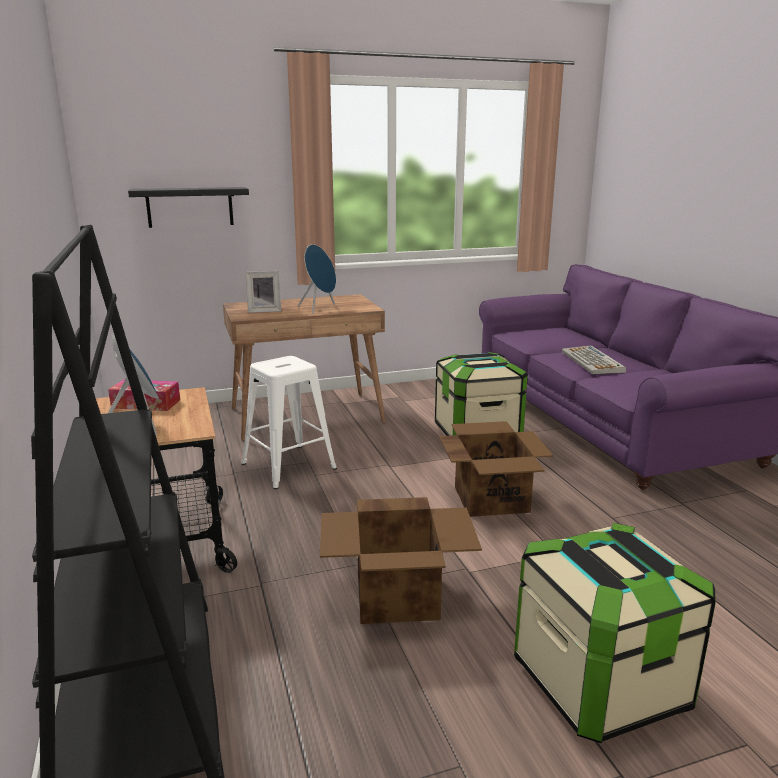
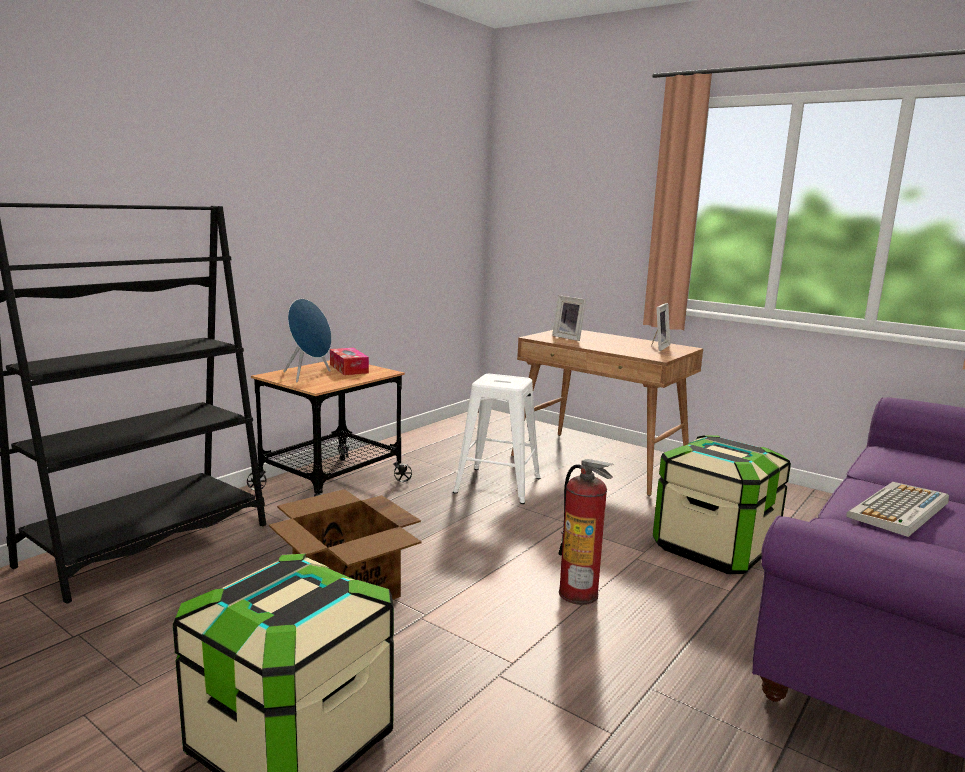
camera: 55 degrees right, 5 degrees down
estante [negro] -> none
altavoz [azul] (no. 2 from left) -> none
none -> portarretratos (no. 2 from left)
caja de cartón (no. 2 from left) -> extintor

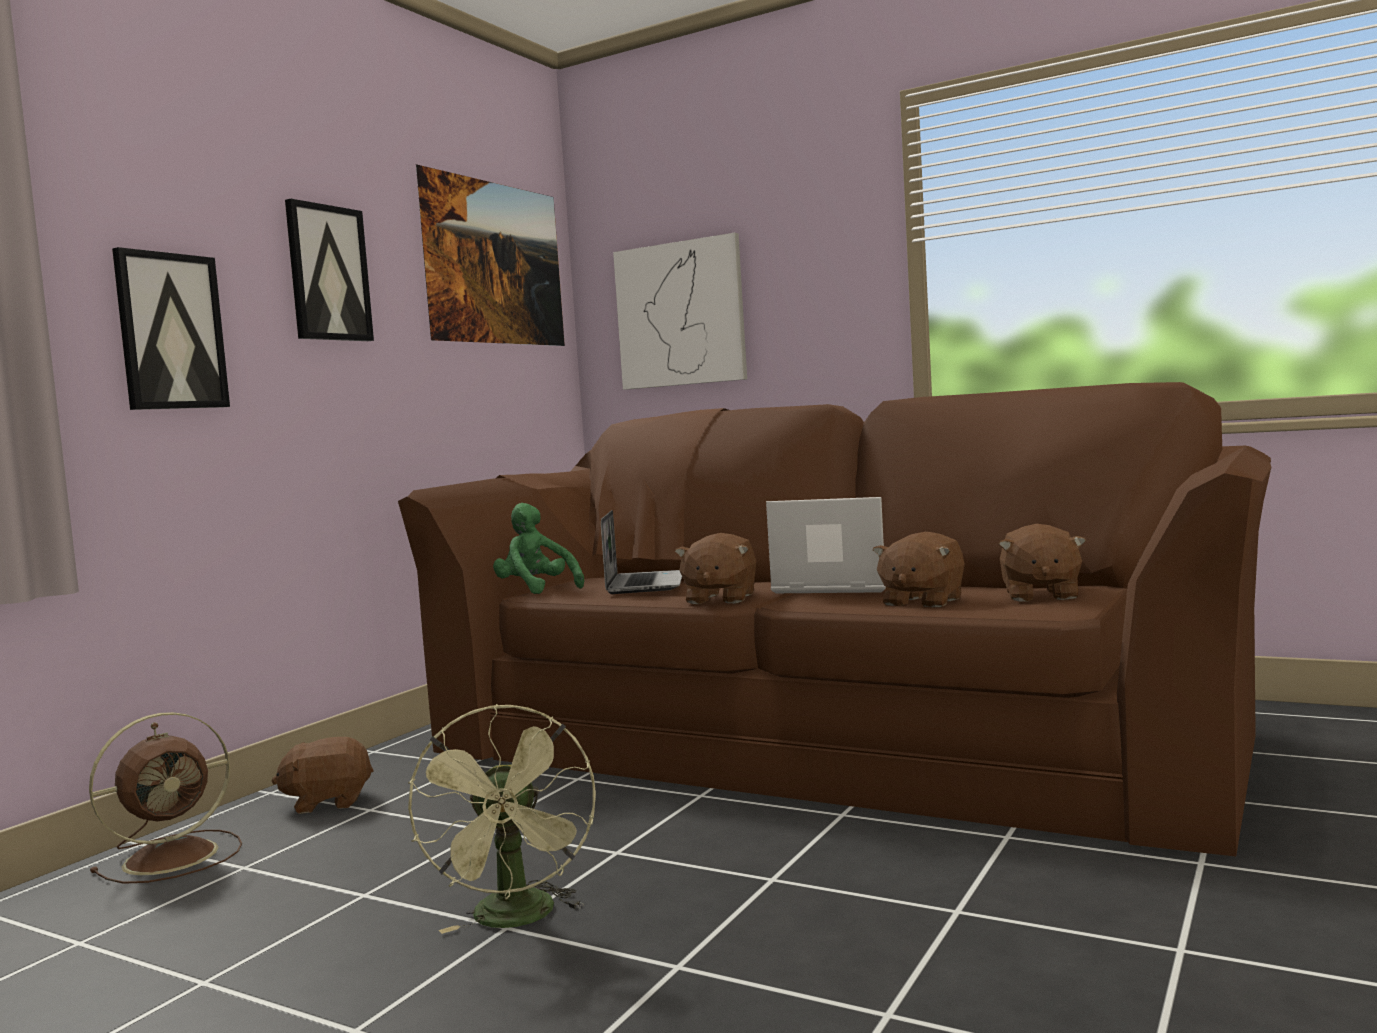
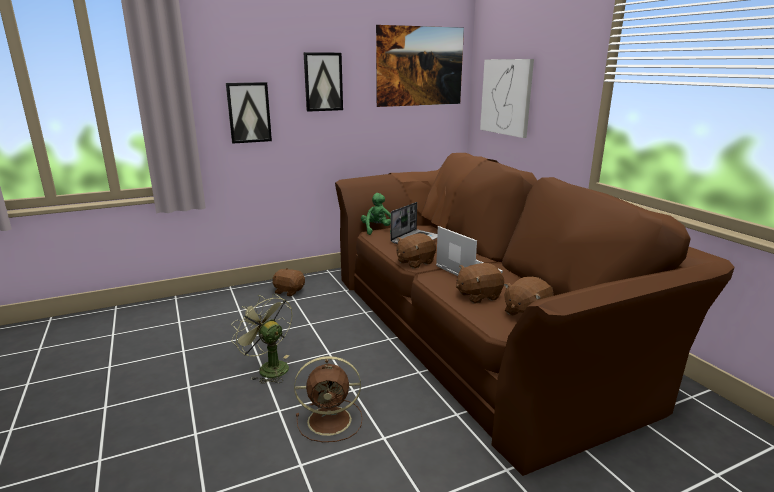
camera: 35 degrees right, 15 degrees up
ventilador [marrón], relocated
ventilador [verde], 105 degrees clockwise

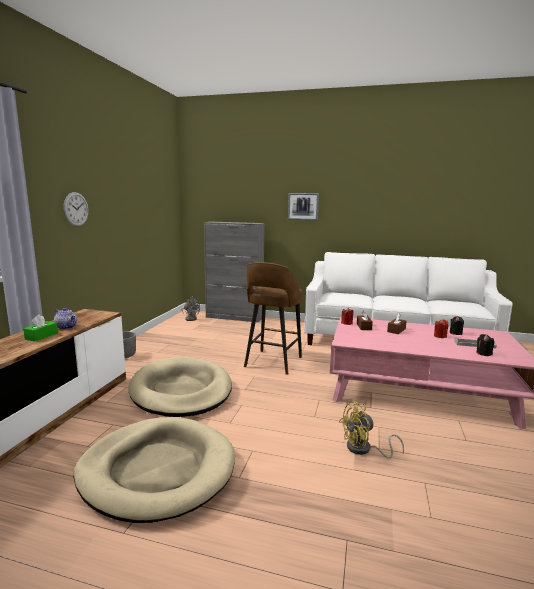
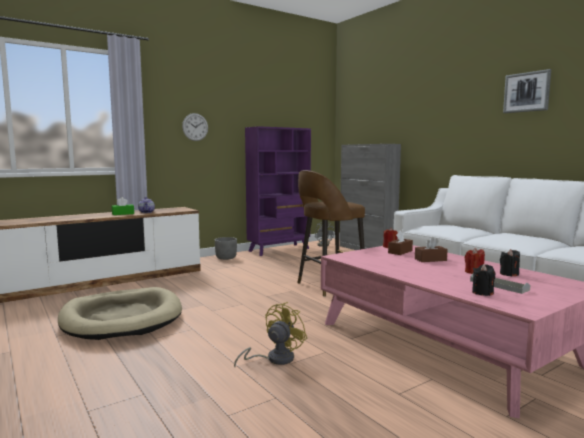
camera: 40 degrees right, 5 degrees down
cama para perro [beis] (no. 2 from left) -> none
none -> estantería [morado]
cuadro, relocated
ventilador [amarillo], 105 degrees clockwise

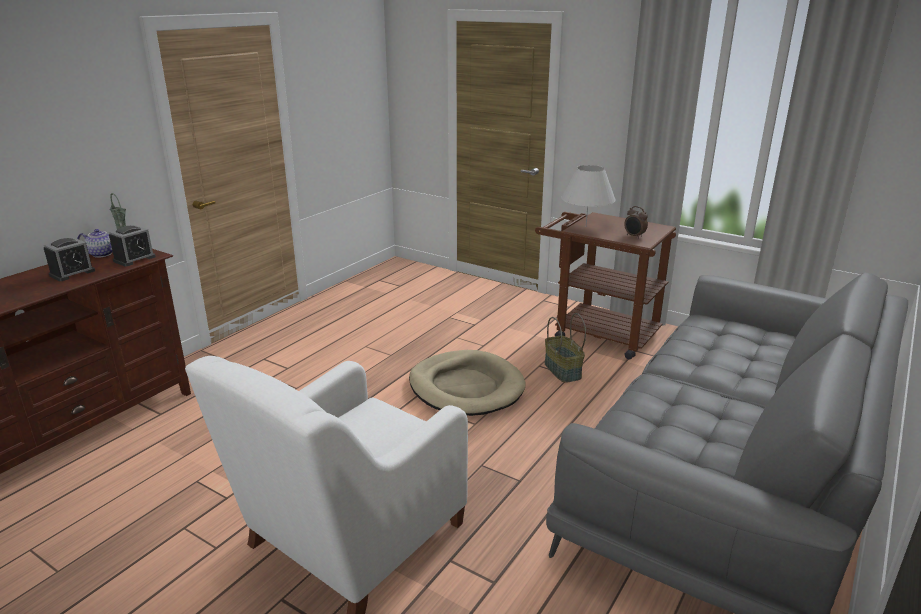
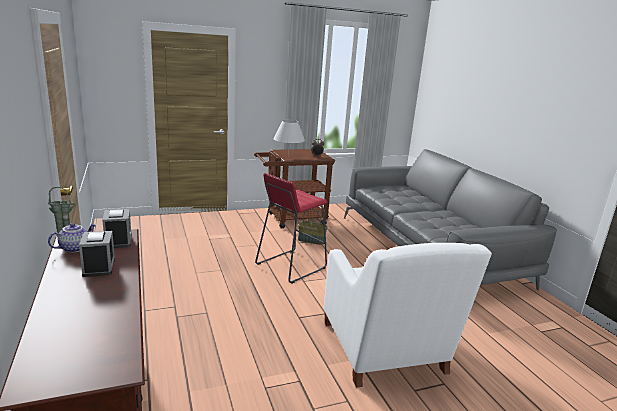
camera: 55 degrees left, 5 degrees down
cama para perro [beis] -> taburete [rojo]

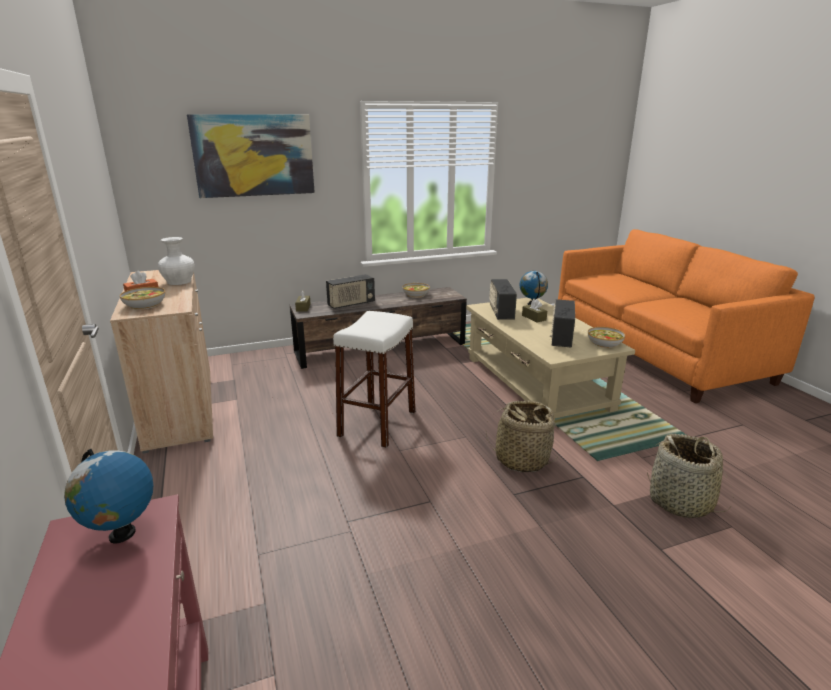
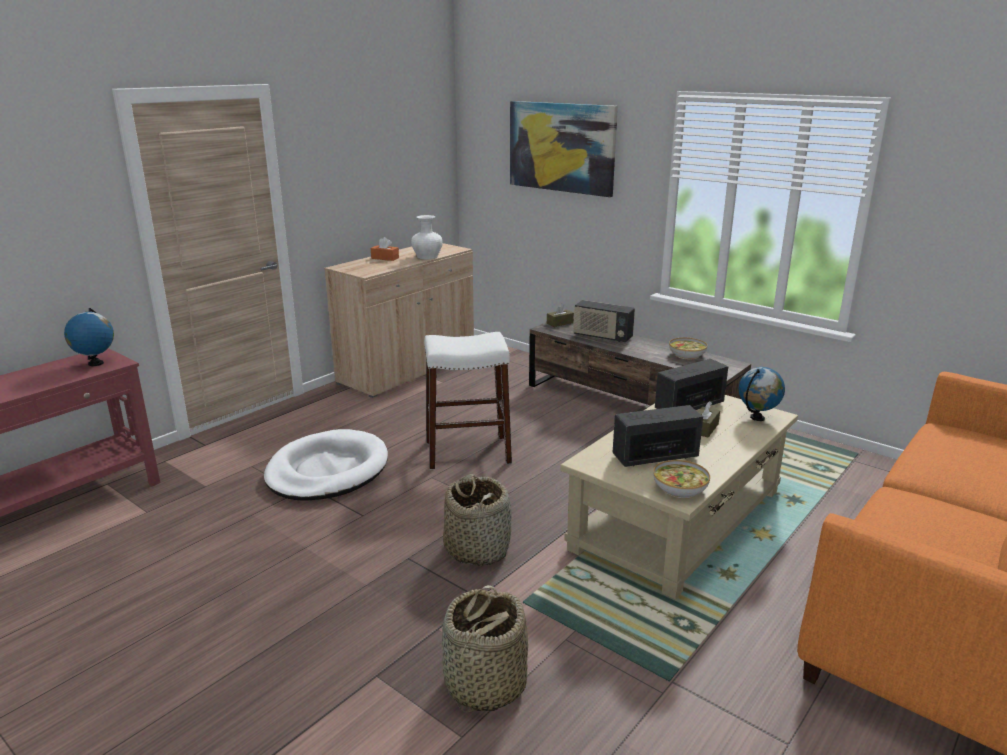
camera: 60 degrees right, 0 degrees up
cuenco (no. 1 from left) -> none
none -> cama para perro [blanco]

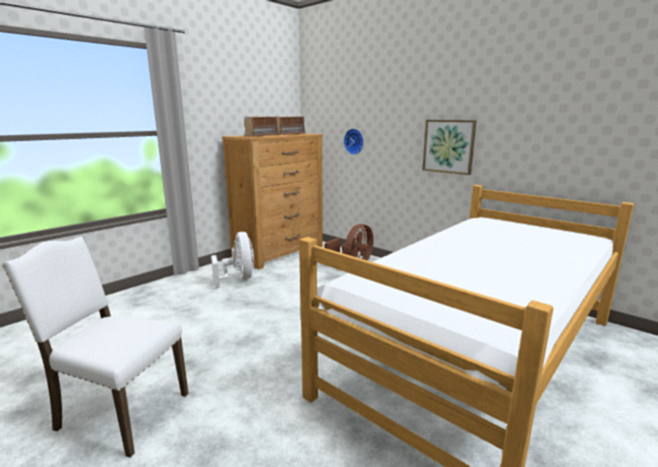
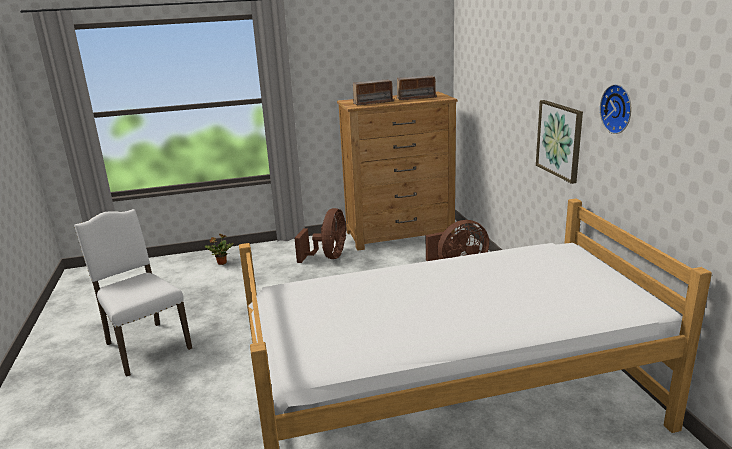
camera: 35 degrees right, 5 degrees up
none -> planta en maceta
reloj de pared, relocated
ventilador [blanco] -> ventilador [marrón] (no. 1 from left)

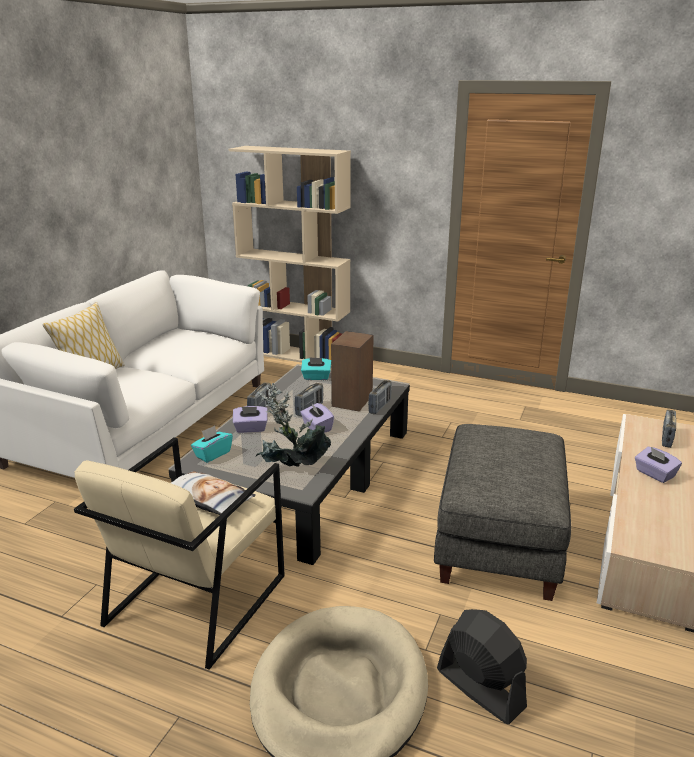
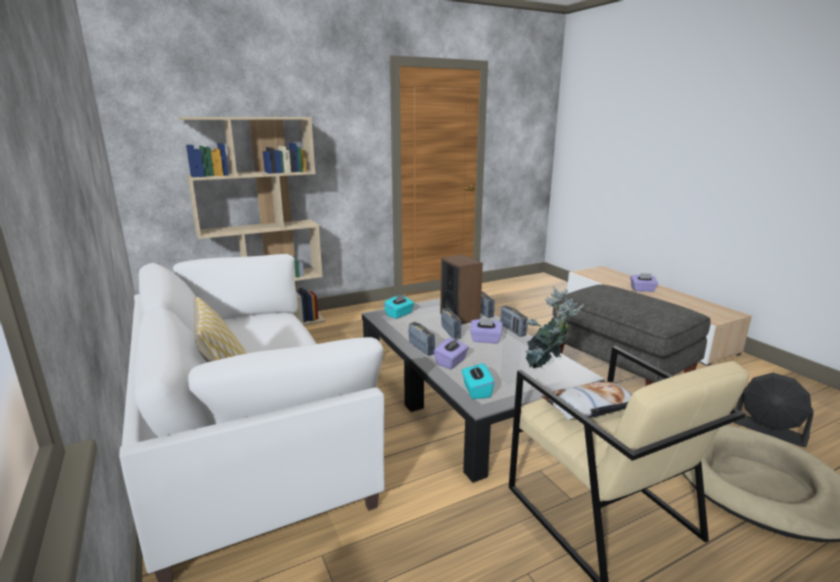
camera: 50 degrees left, 5 degrees down
radio (no. 4 from left), relocated
ventilador [negro], 135 degrees counterclockwise

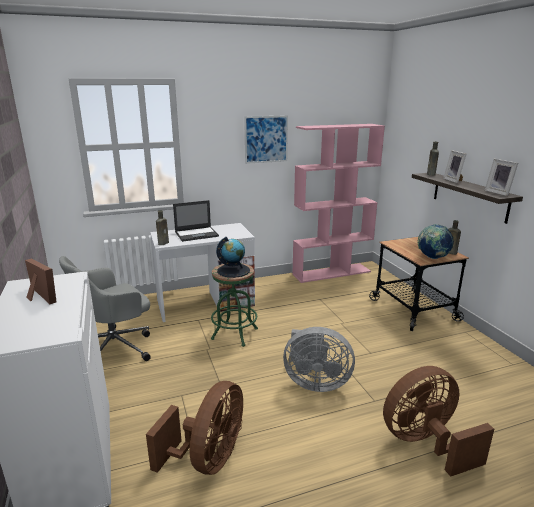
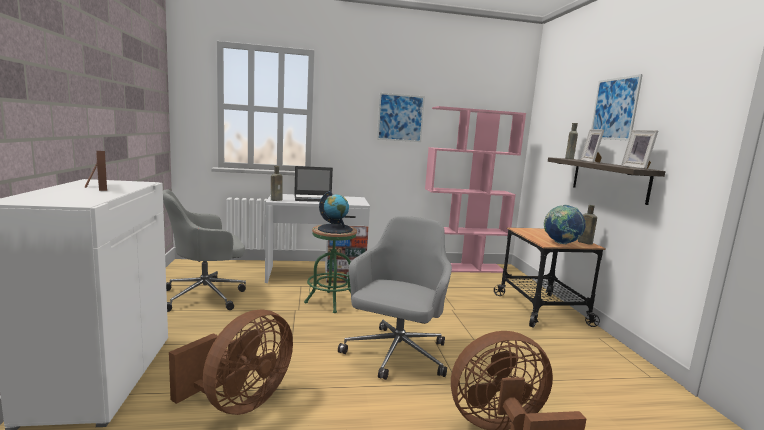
camera: 10 degrees right, 10 degrees down
none -> cuadro (no. 2 from left)
ventilador [gris] -> silla de oficina [gris] (no. 2 from left)

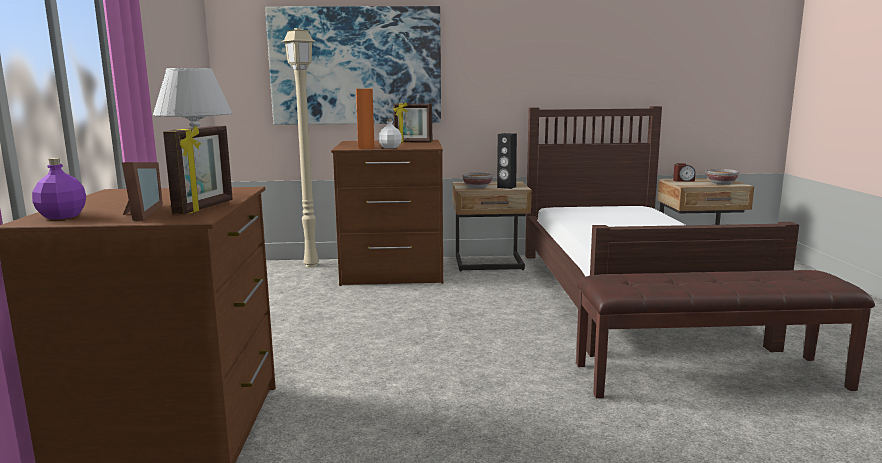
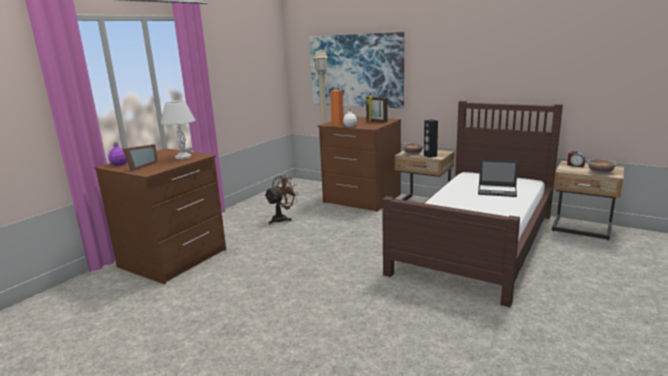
camera: 35 degrees right, 5 degrees up
portarretratos (no. 2 from left) -> none
banco [marrón] -> none
none -> ventilador [marrón]
none -> portátil

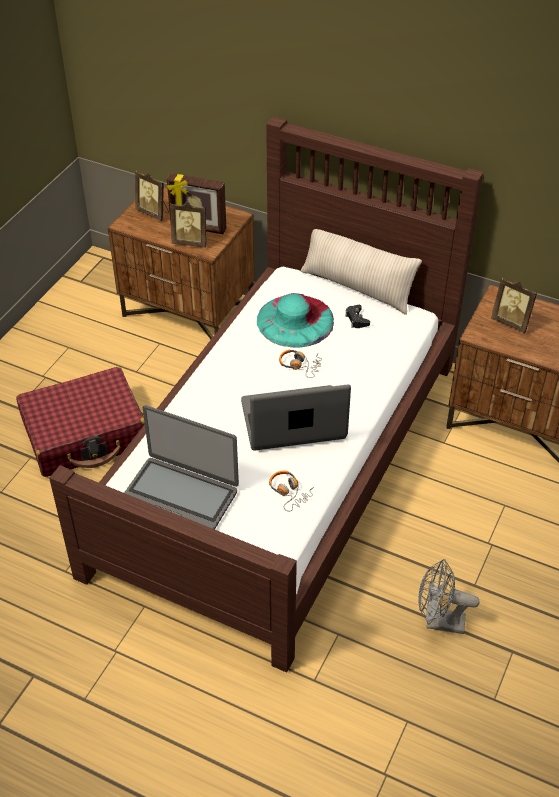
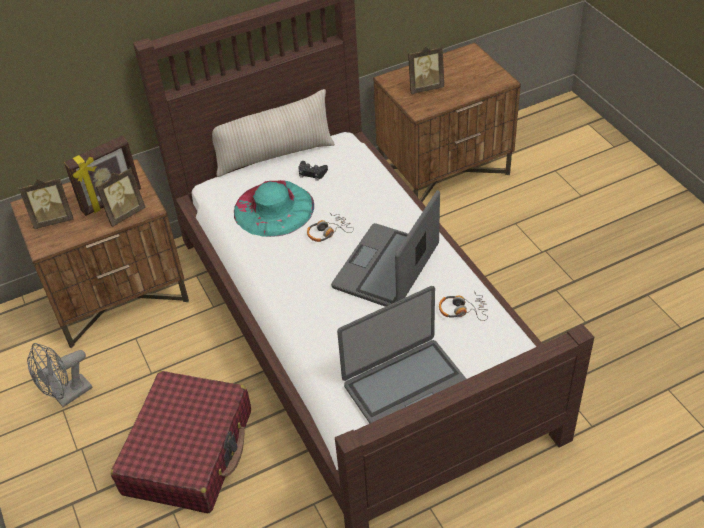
camera: 50 degrees left, 0 degrees up
ventilador [gris], relocated

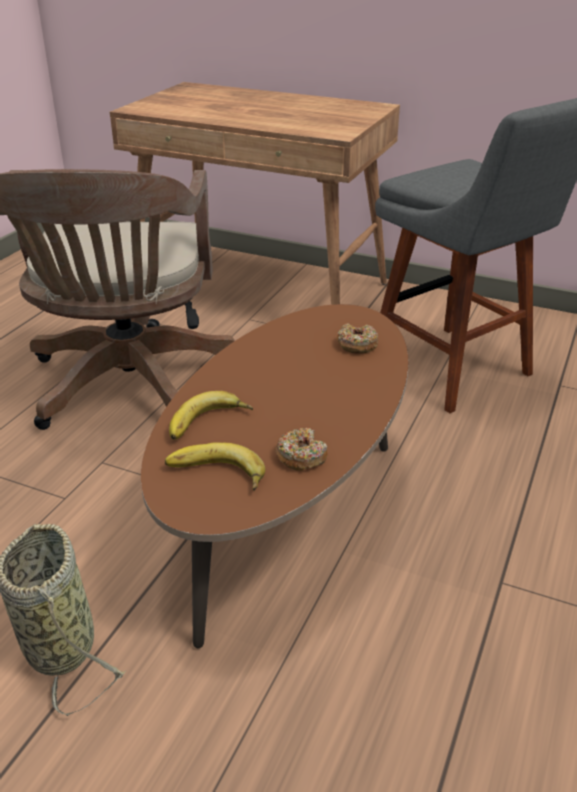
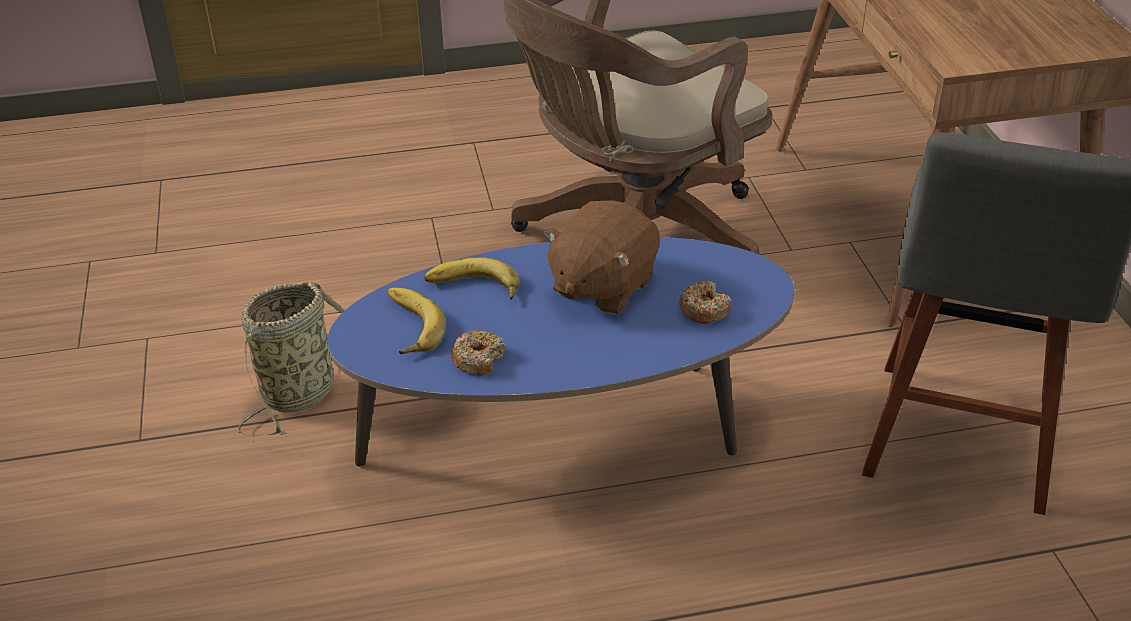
camera: 55 degrees right, 5 degrees up
none -> peluche [marrón]
mesa de centro [marrón] -> mesa de centro [azul]

